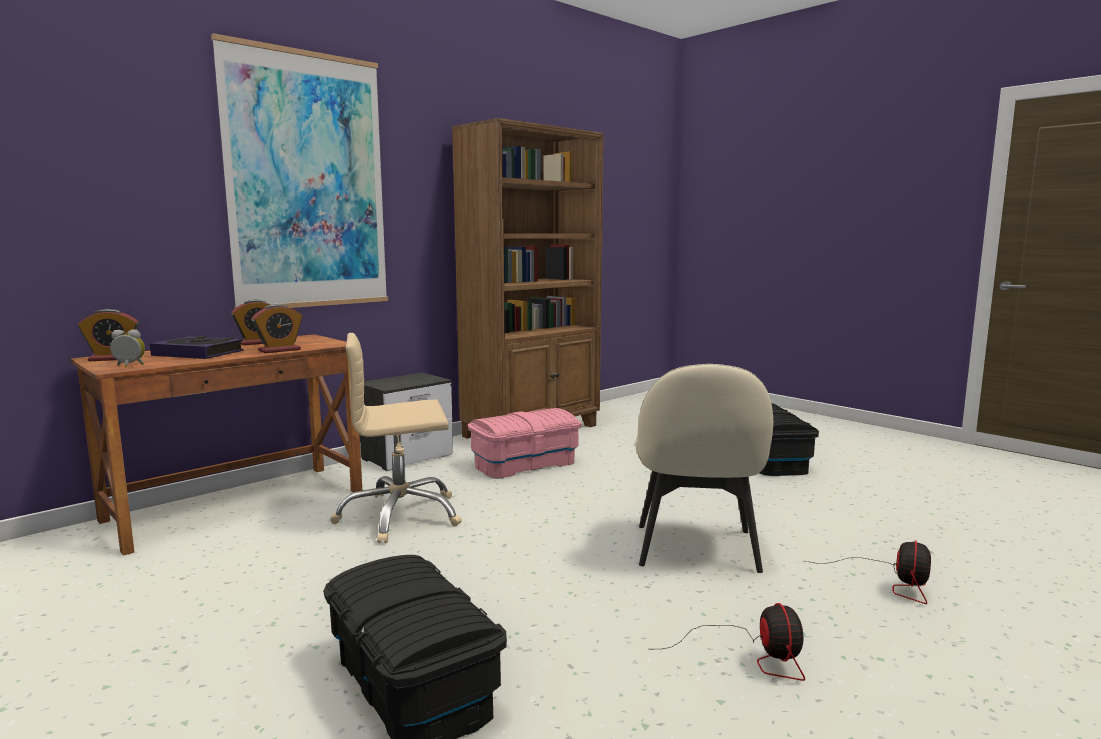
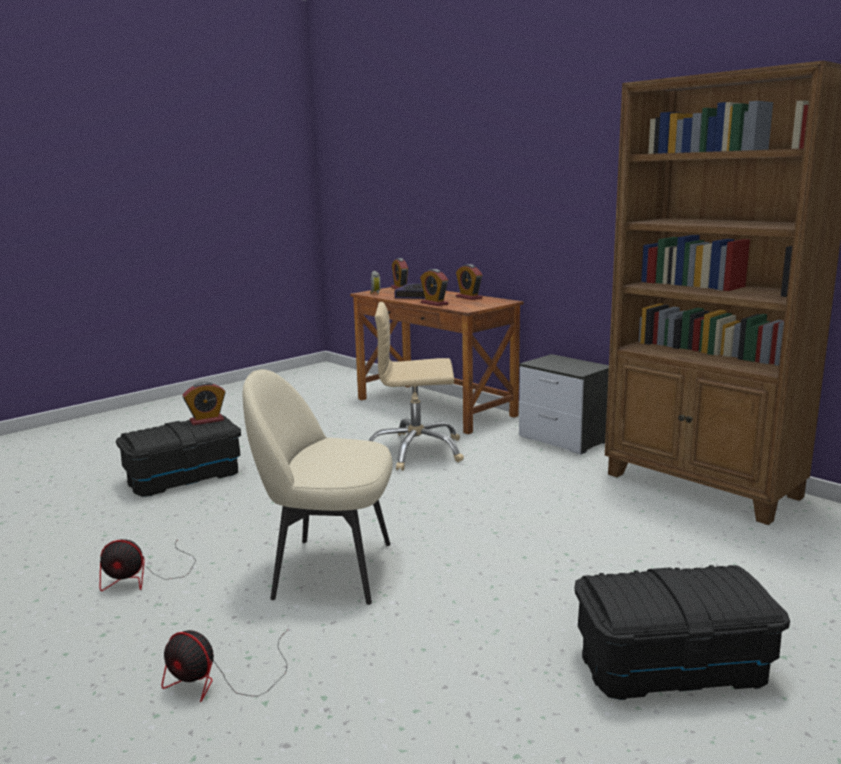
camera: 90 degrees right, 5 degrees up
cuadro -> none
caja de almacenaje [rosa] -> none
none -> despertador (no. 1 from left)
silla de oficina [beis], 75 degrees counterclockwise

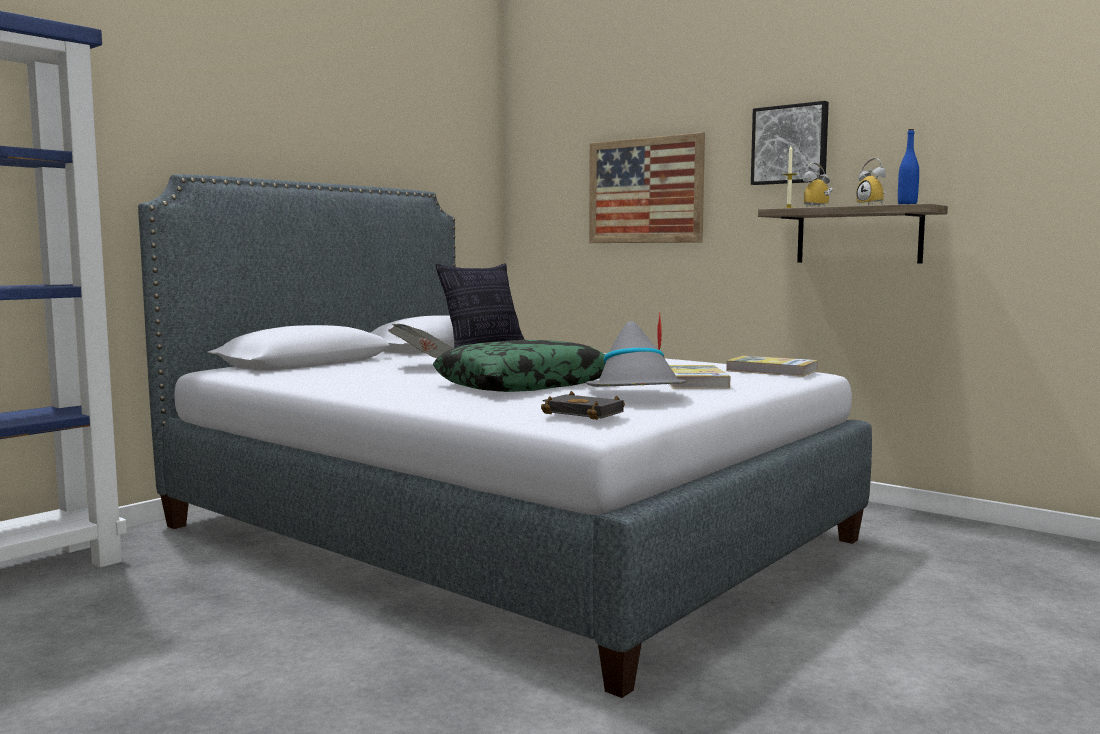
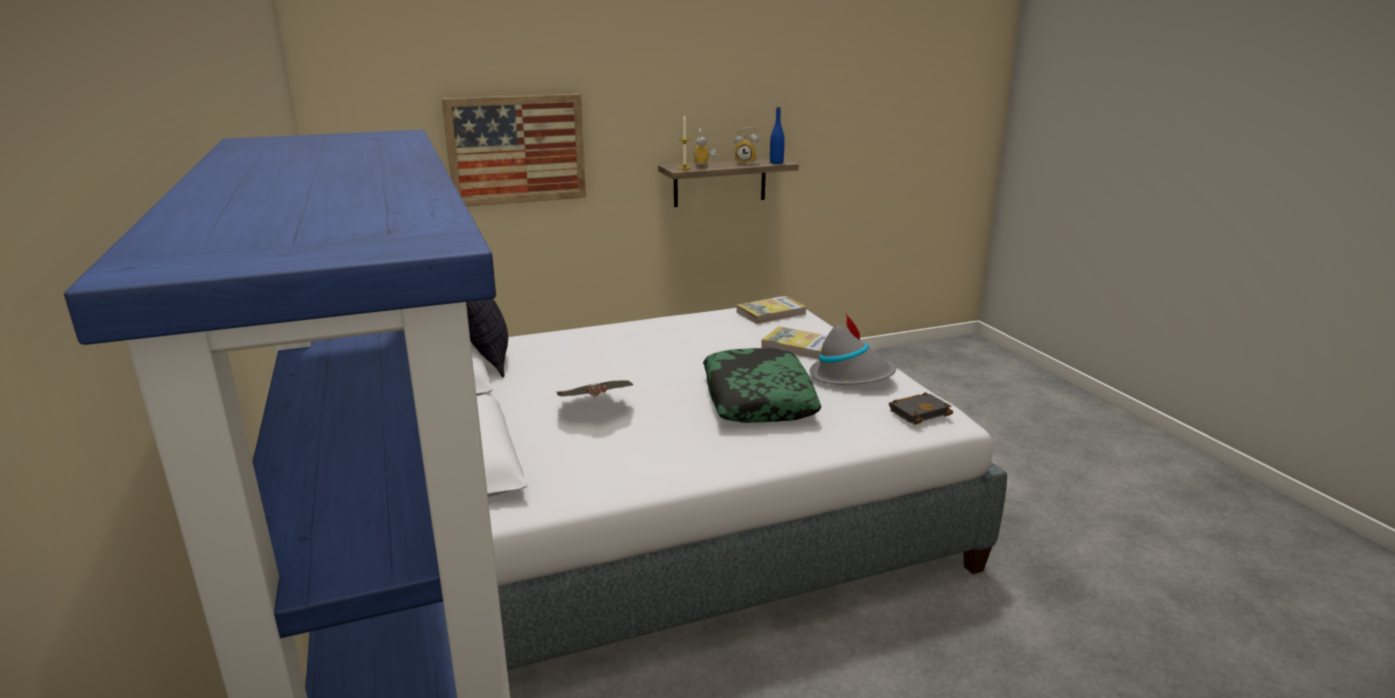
camera: 60 degrees left, 15 degrees up
cuadro (no. 2 from left) -> none

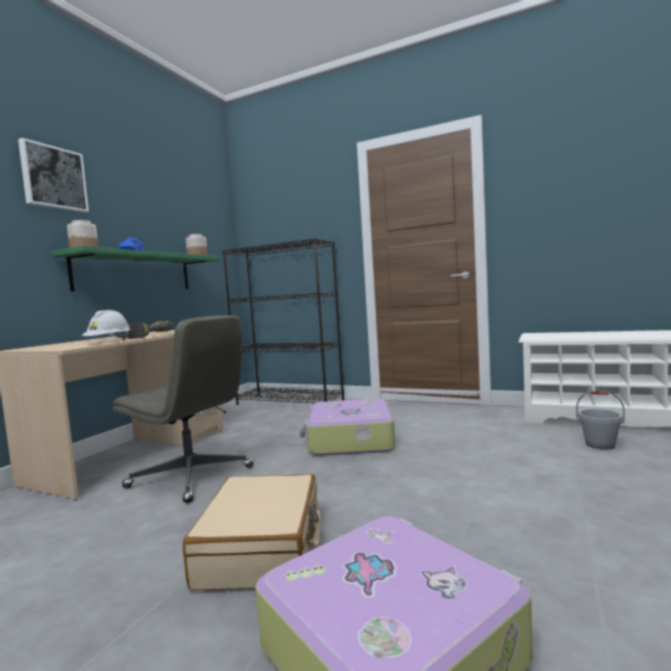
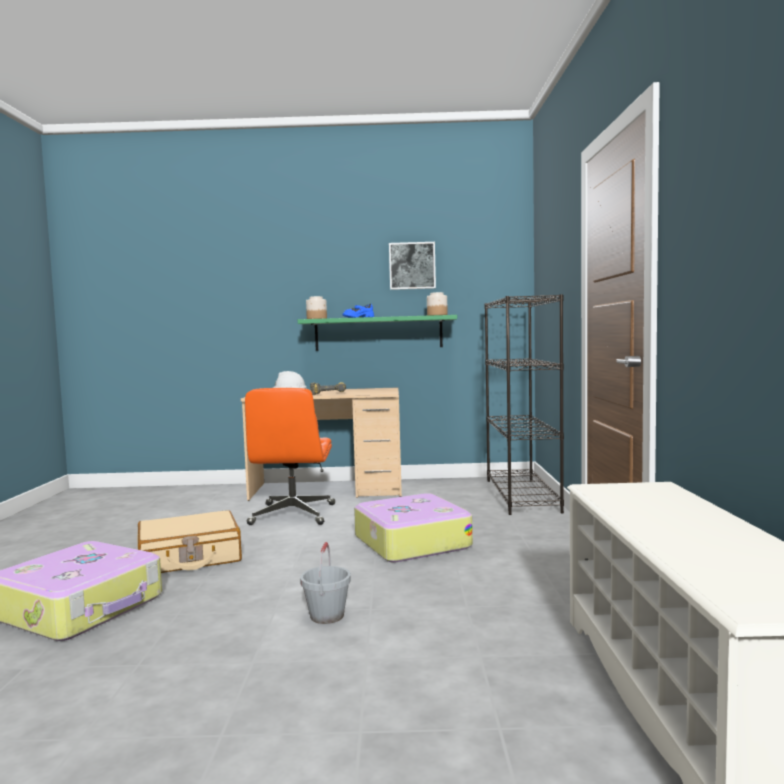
camera: 65 degrees right, 0 degrees up
cuadro, relocated
cubo [gris], relocated
silla de oficina [gris] -> silla de oficina [naranja]

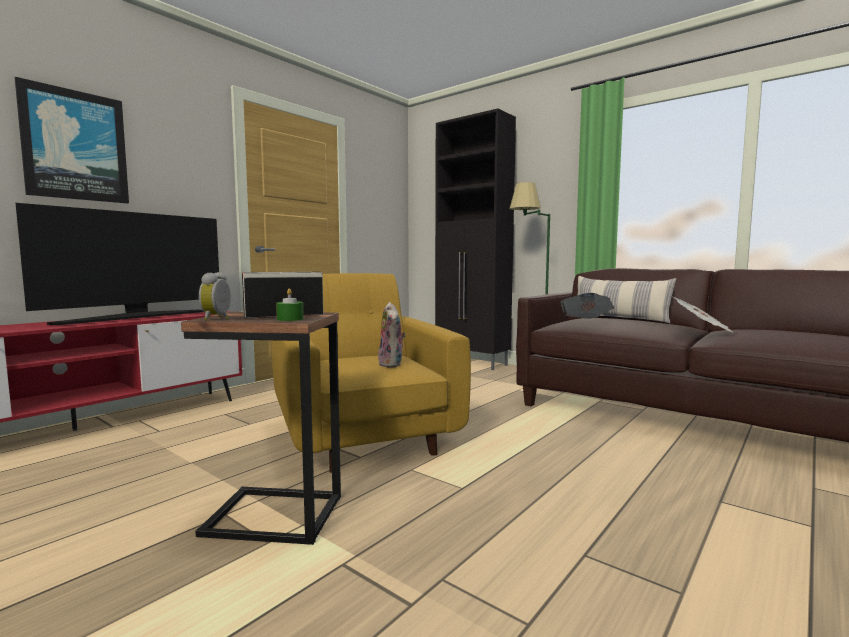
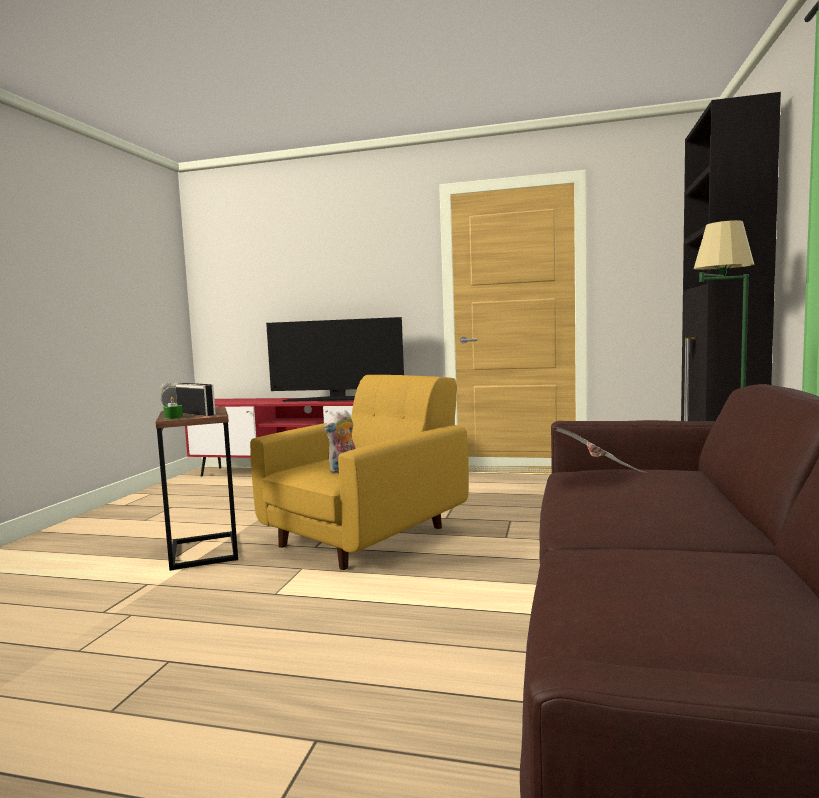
camera: 65 degrees right, 0 degrees up
cuadro -> none
cojín -> none
periódico (no. 2 from left) -> none

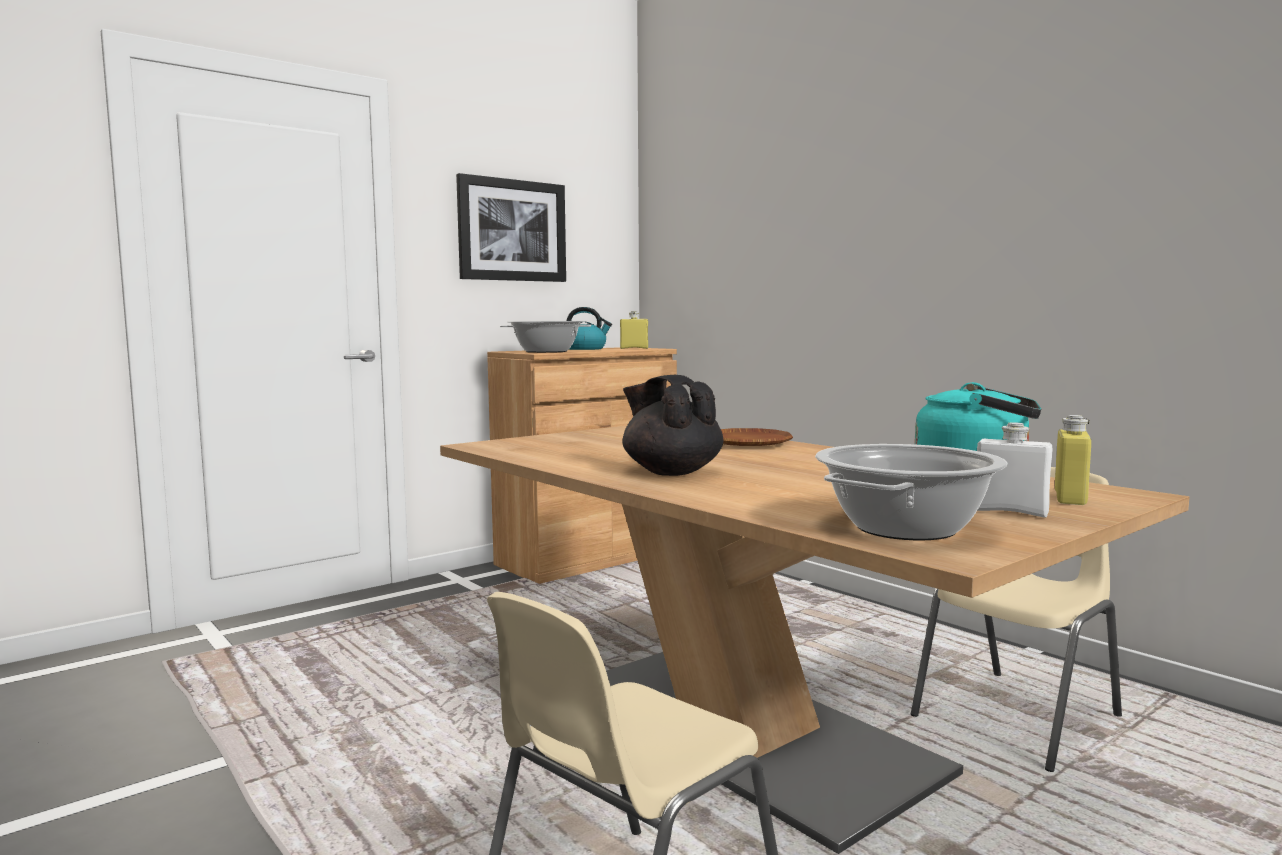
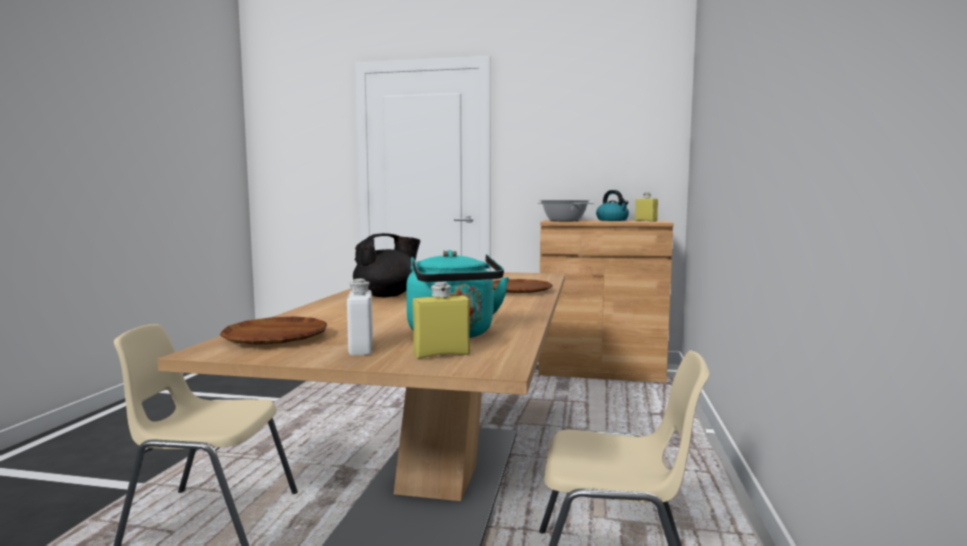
camera: 50 degrees right, 0 degrees up
cuadro -> none
olla (no. 2 from left) -> plato [marrón] (no. 1 from left)
tetera [negro], 45 degrees clockwise

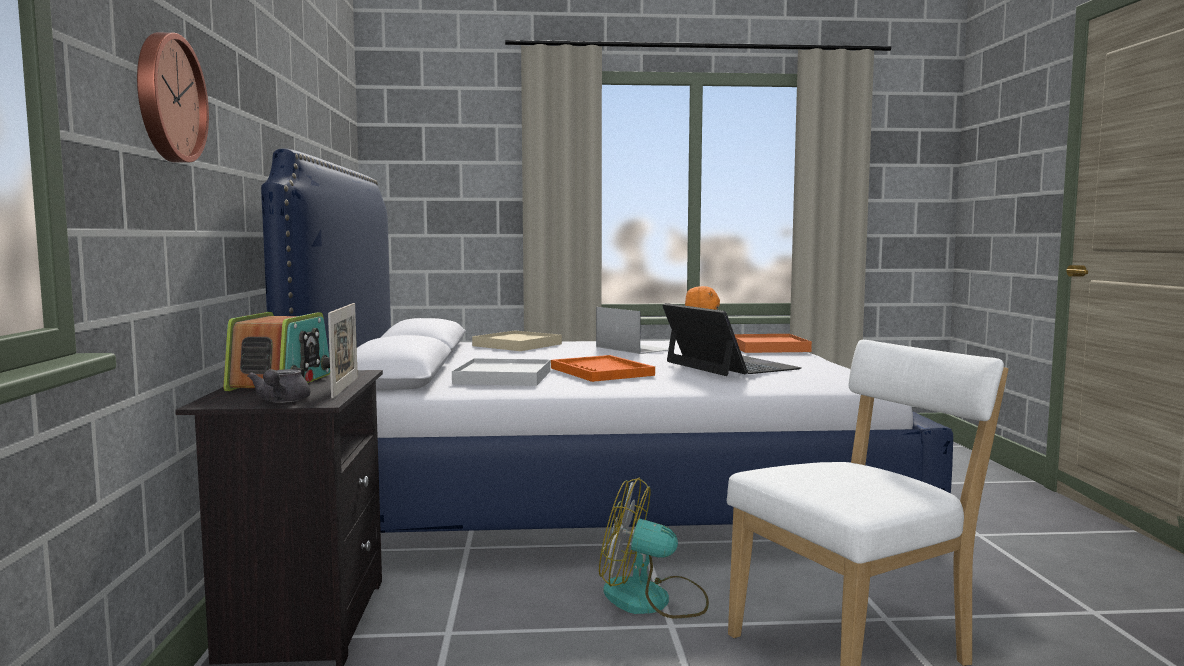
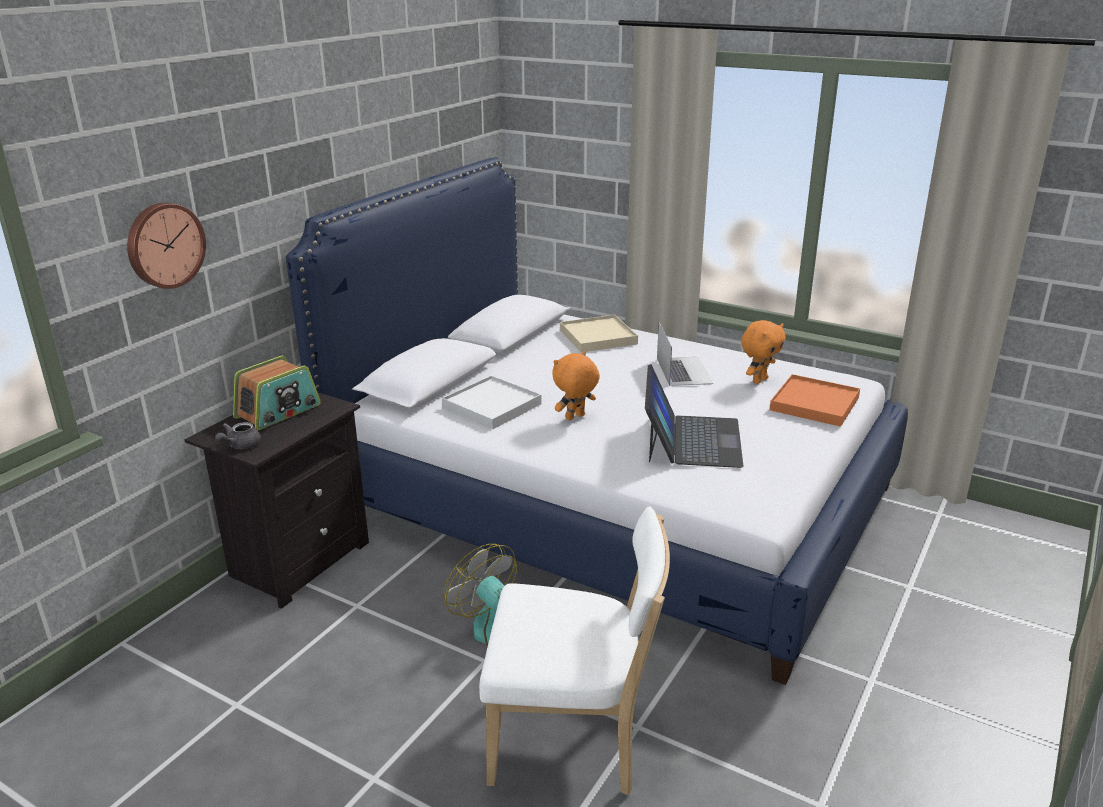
camera: 35 degrees right, 20 degrees up
portarretratos -> none
bandeja [naranja] (no. 1 from left) -> peluche [naranja] (no. 1 from left)

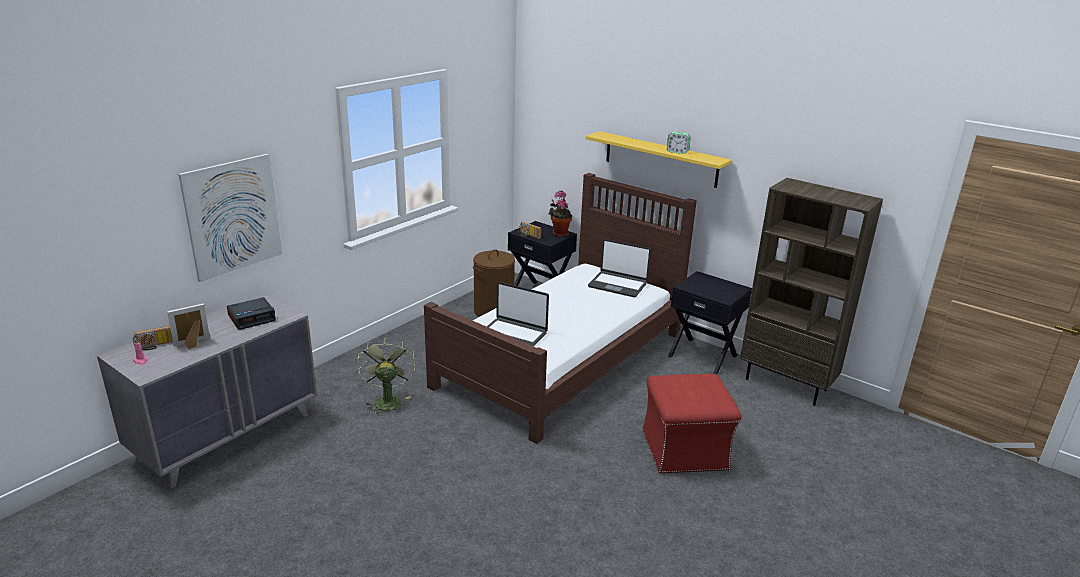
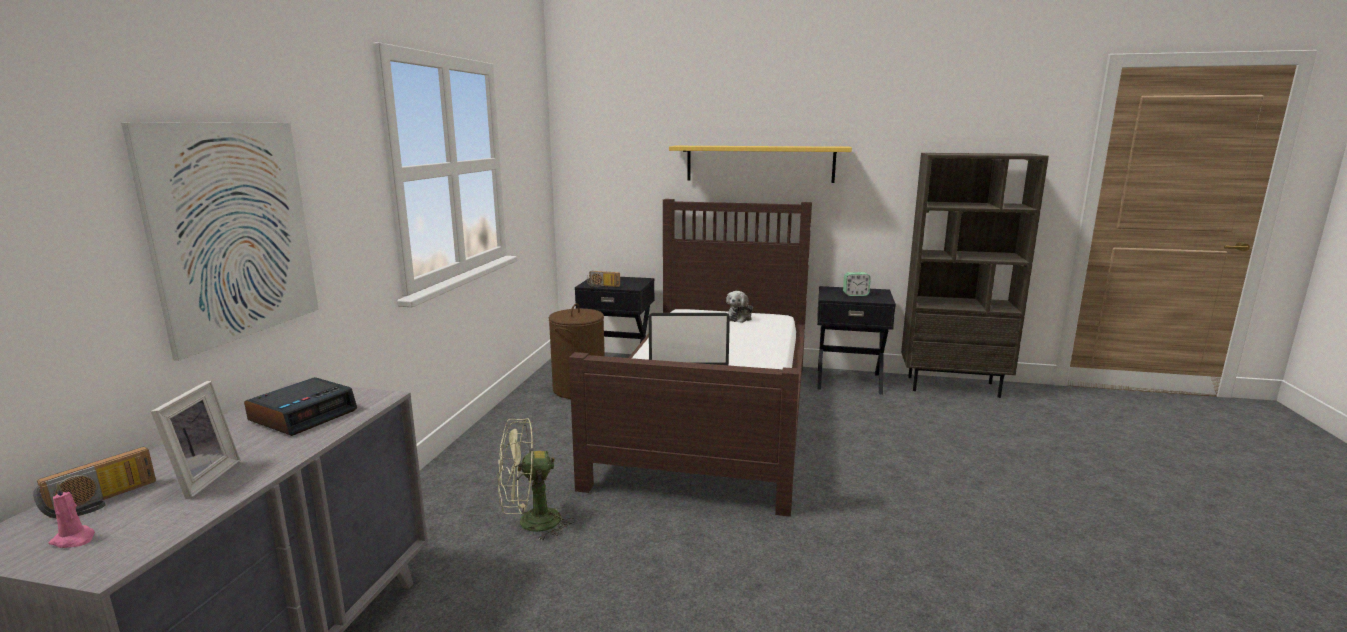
camera: 25 degrees left, 10 degrees down
planta en maceta -> none
puf [rojo] -> none
despertador (no. 2 from left), relocated
portátil (no. 2 from left) -> peluche
portarretratos, 150 degrees clockwise
ventilador [verde], 75 degrees counterclockwise

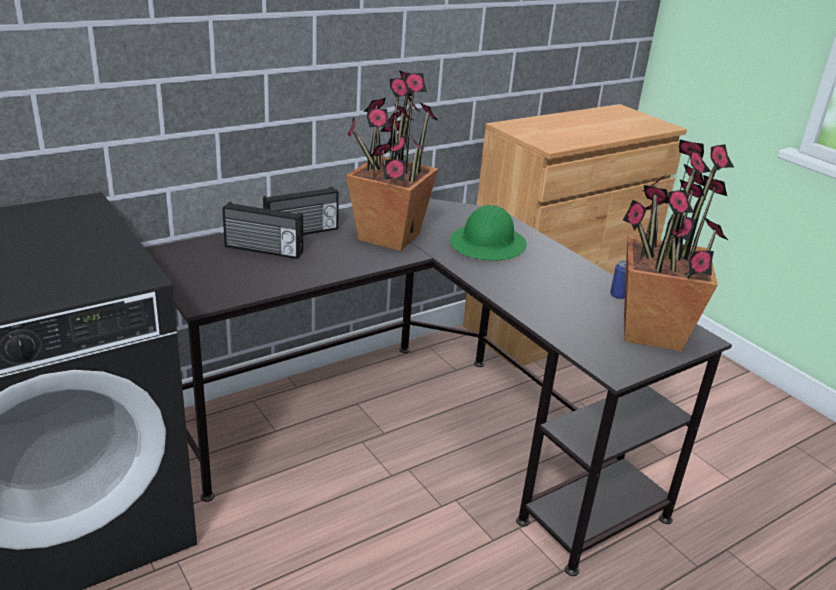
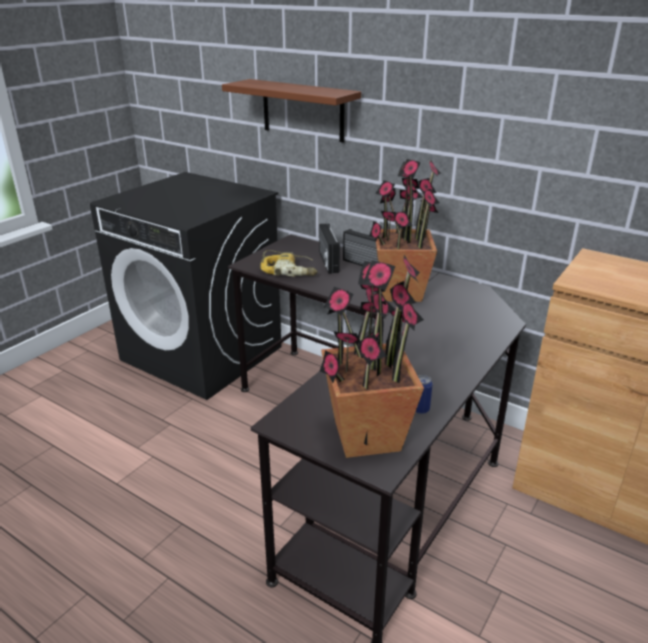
camera: 70 degrees right, 0 degrees up
casco [verde] -> none
none -> estante
none -> taladro

